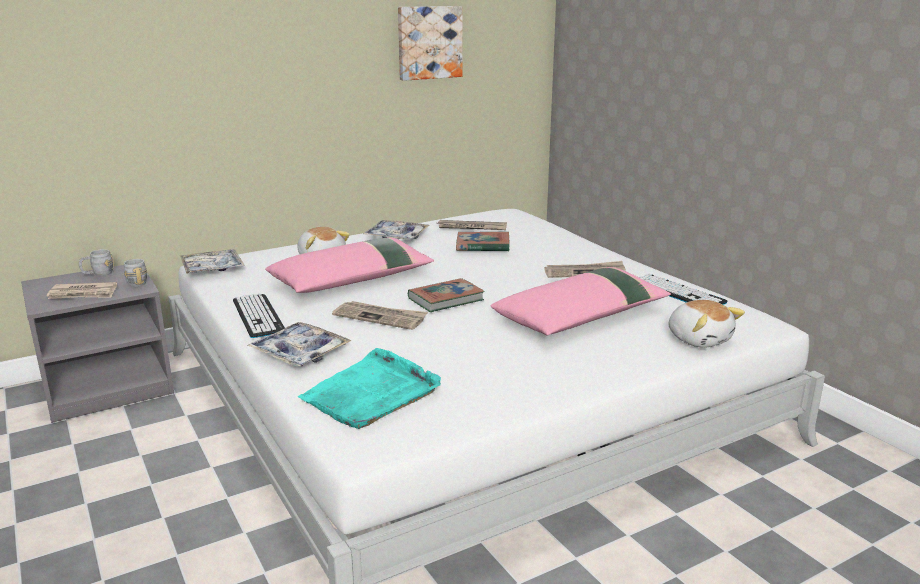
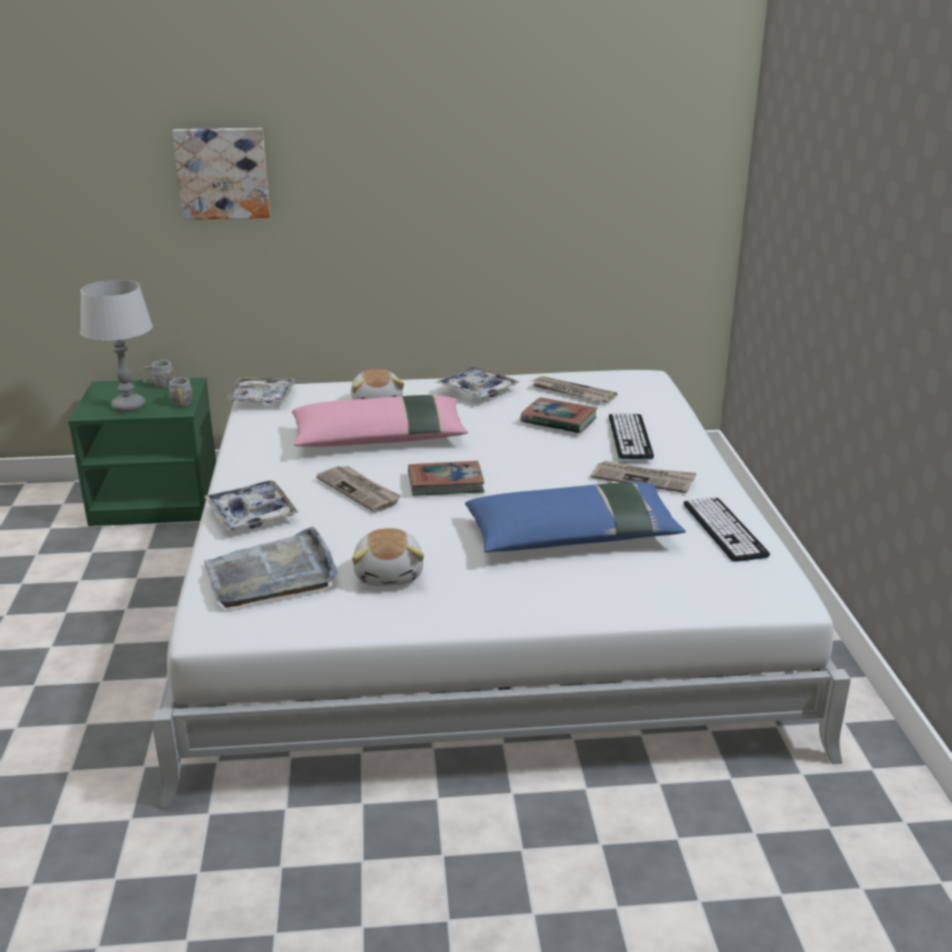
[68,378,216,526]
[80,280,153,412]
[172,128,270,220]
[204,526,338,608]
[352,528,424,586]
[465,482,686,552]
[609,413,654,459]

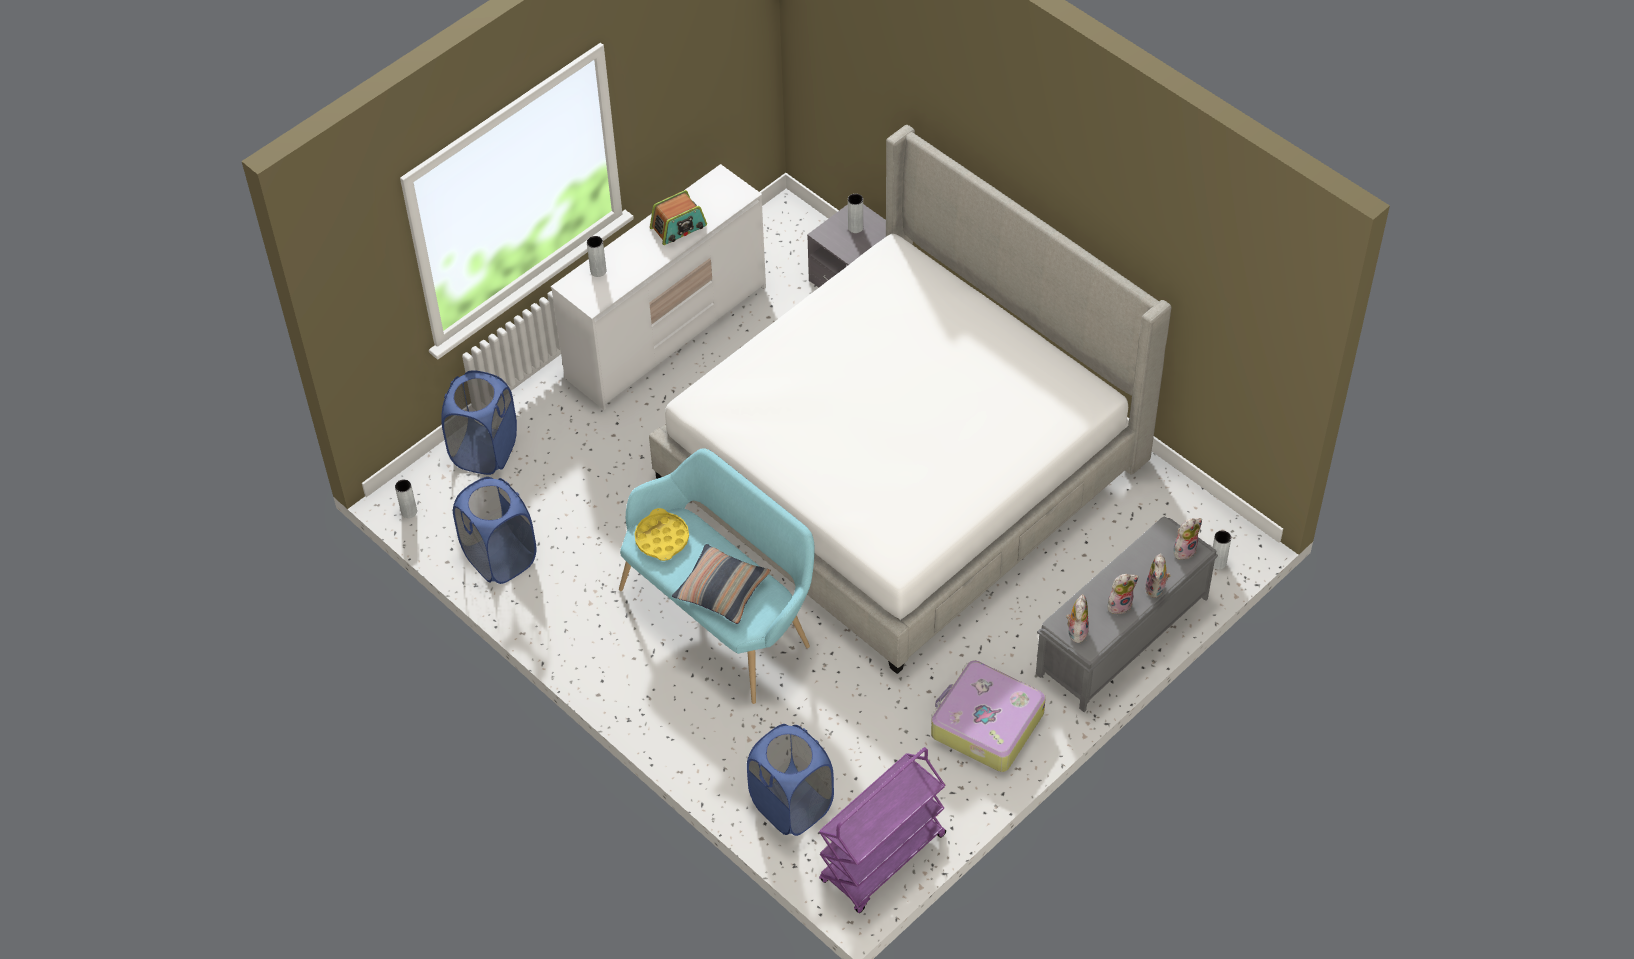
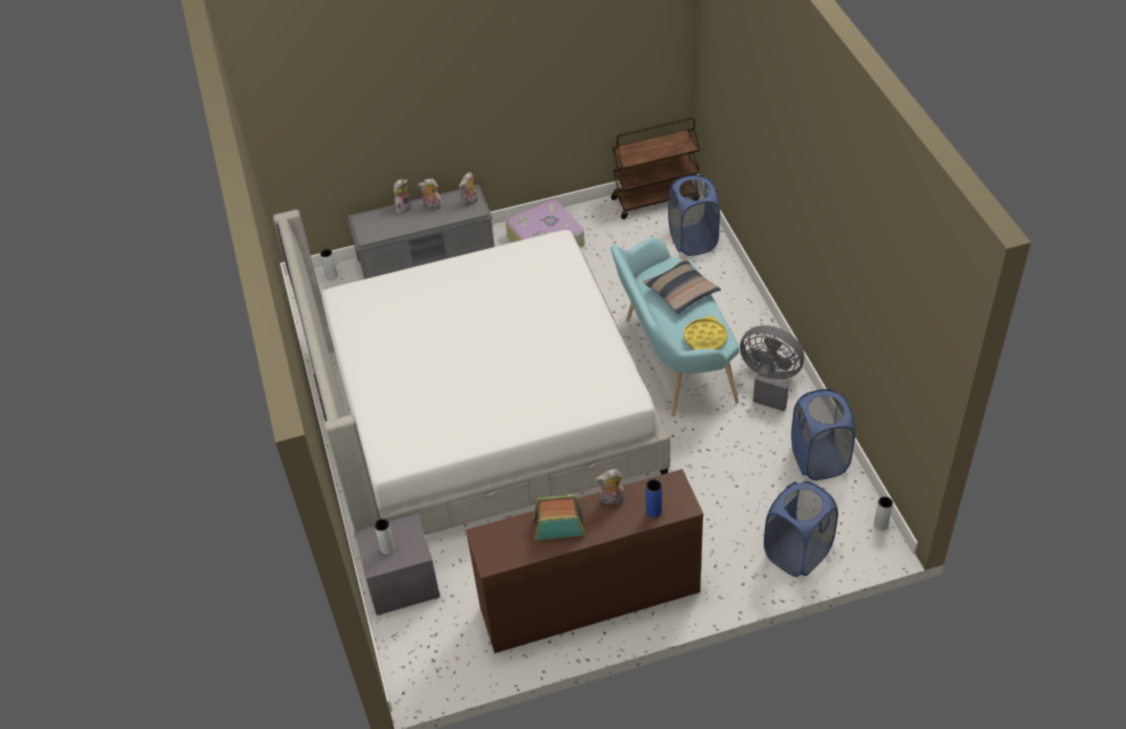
[466,469,704,653]
[595,469,625,505]
[611,117,700,219]
[646,479,662,517]
[740,325,804,411]

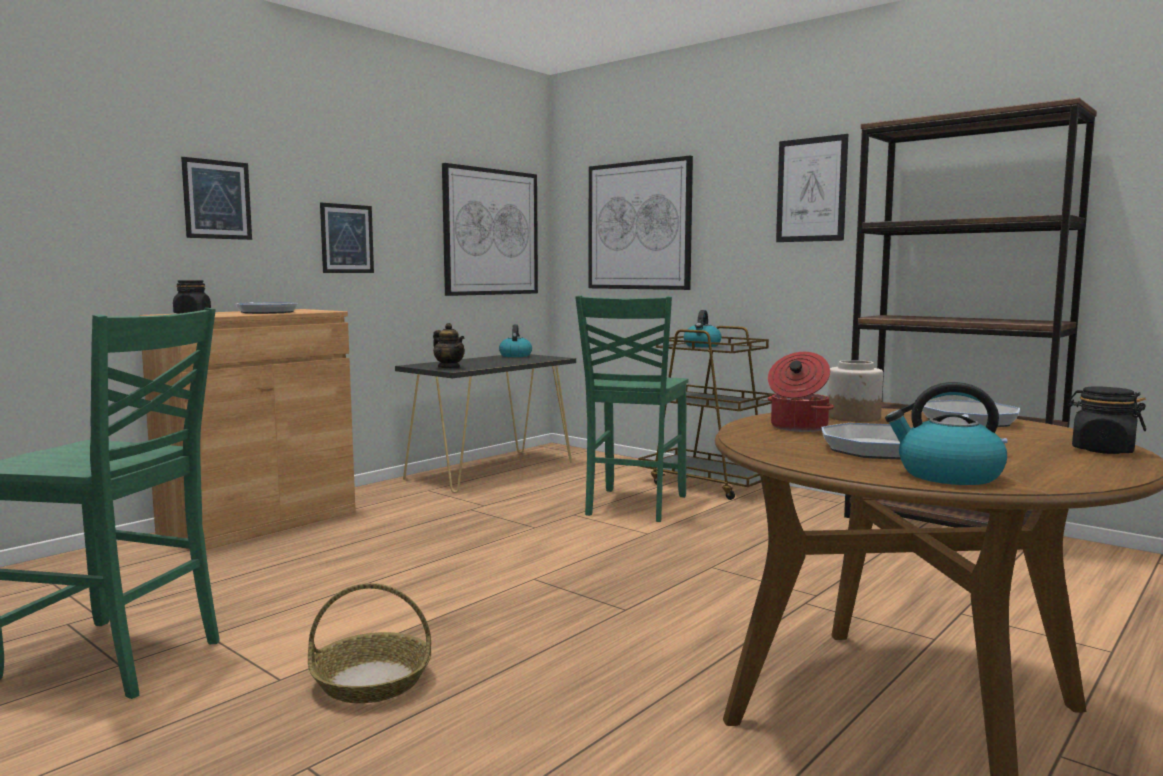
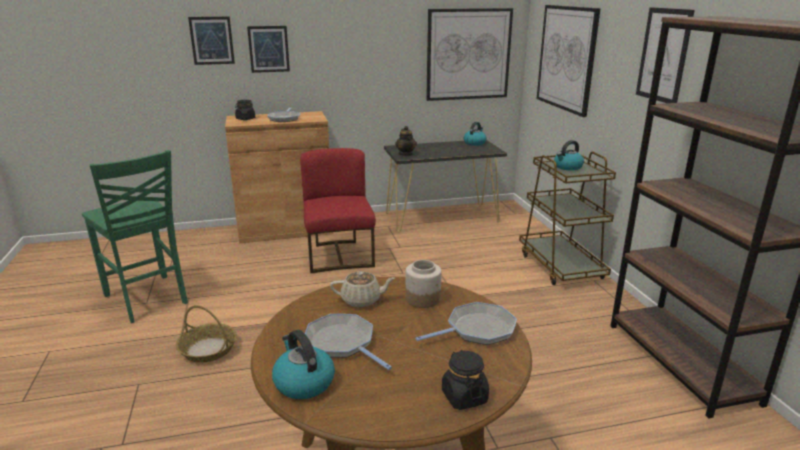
[188,17,235,65]
[300,148,376,273]
[330,271,395,308]
[575,295,688,522] (first image)

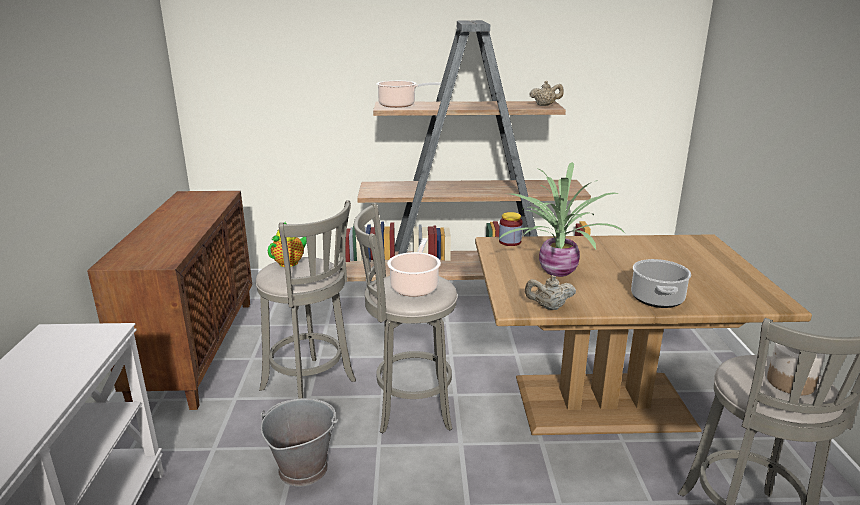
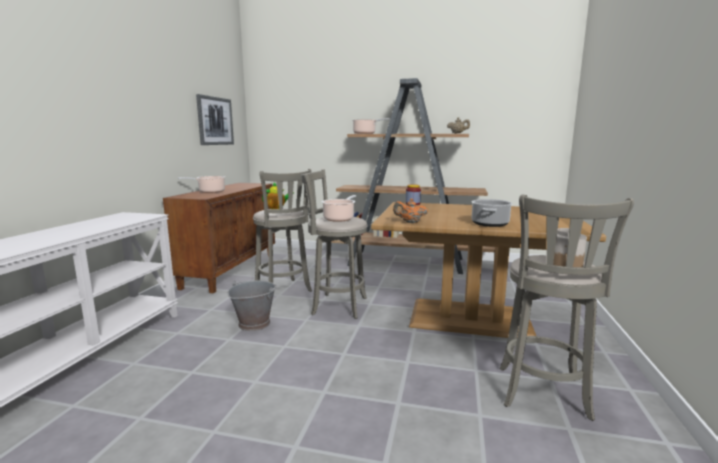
[178,176,225,193]
[196,94,234,145]
[393,199,428,223]
[499,162,626,277] (first image)

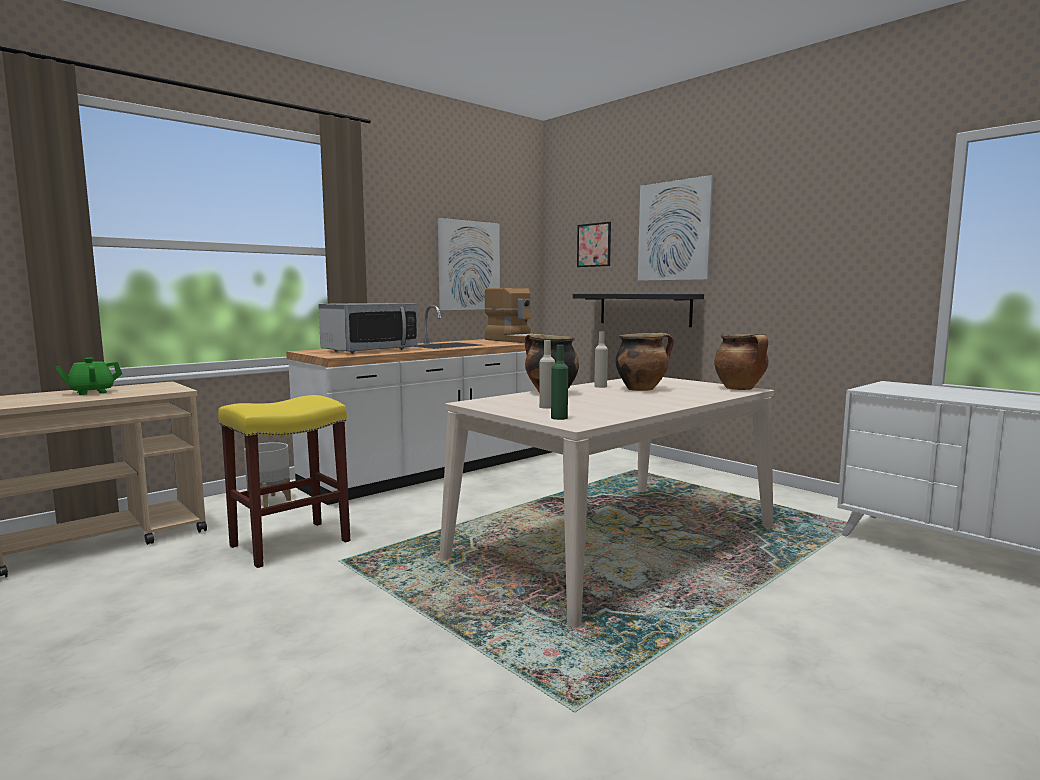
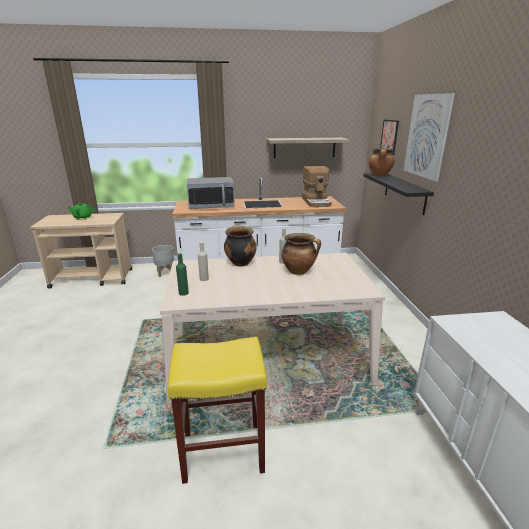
[168,337,267,484]
[267,138,350,158]
[369,148,394,177]

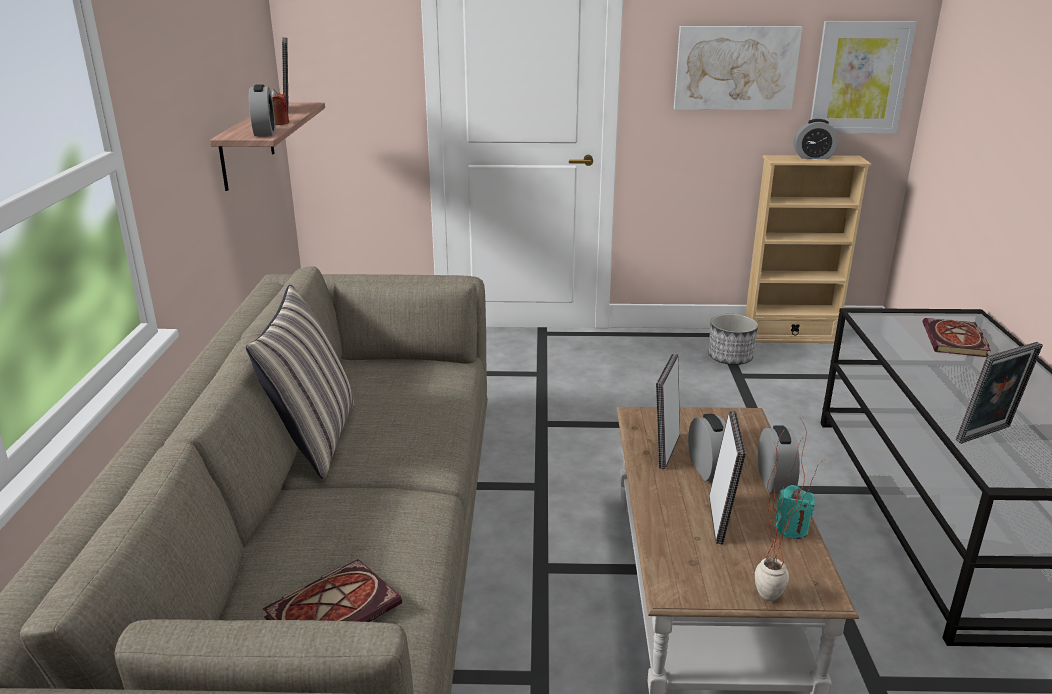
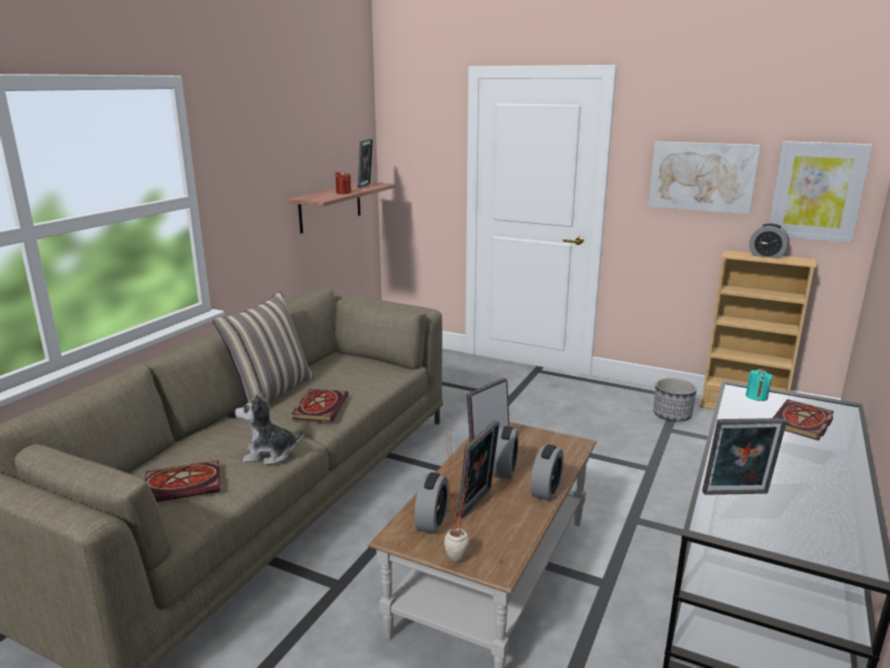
[235,392,305,465]
[292,389,349,421]
[414,472,449,534]
[746,369,773,401]

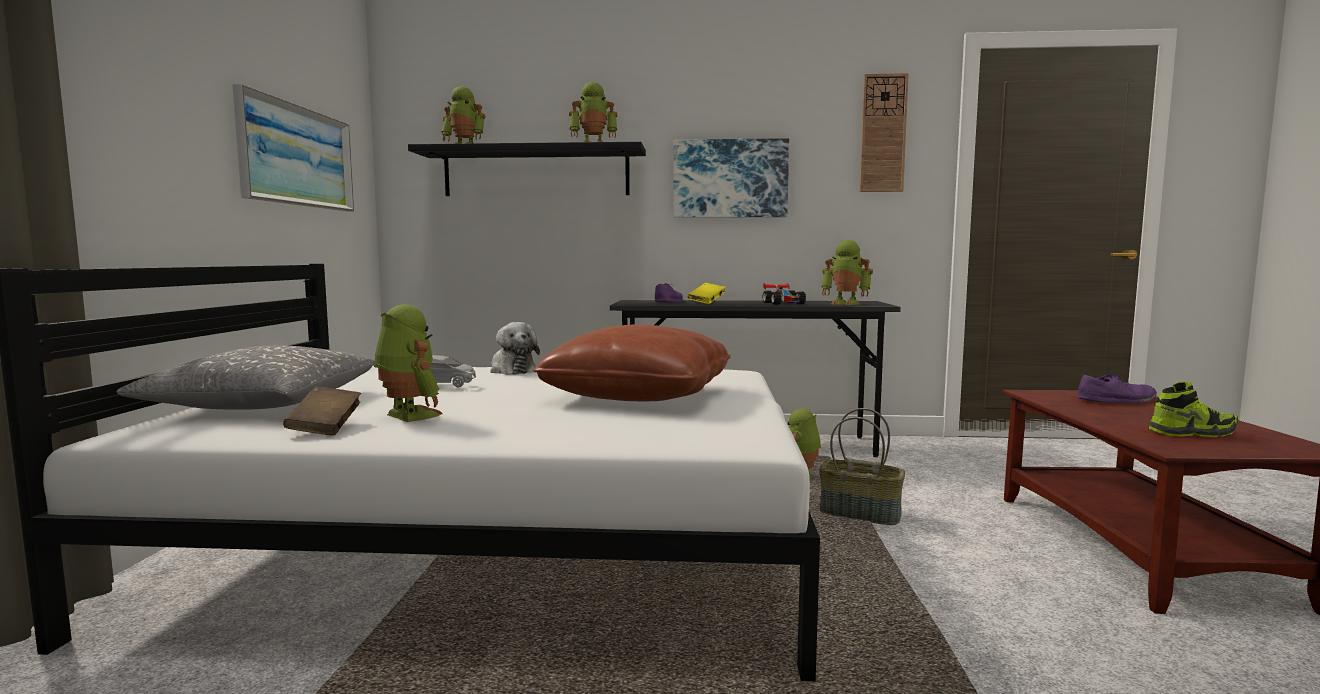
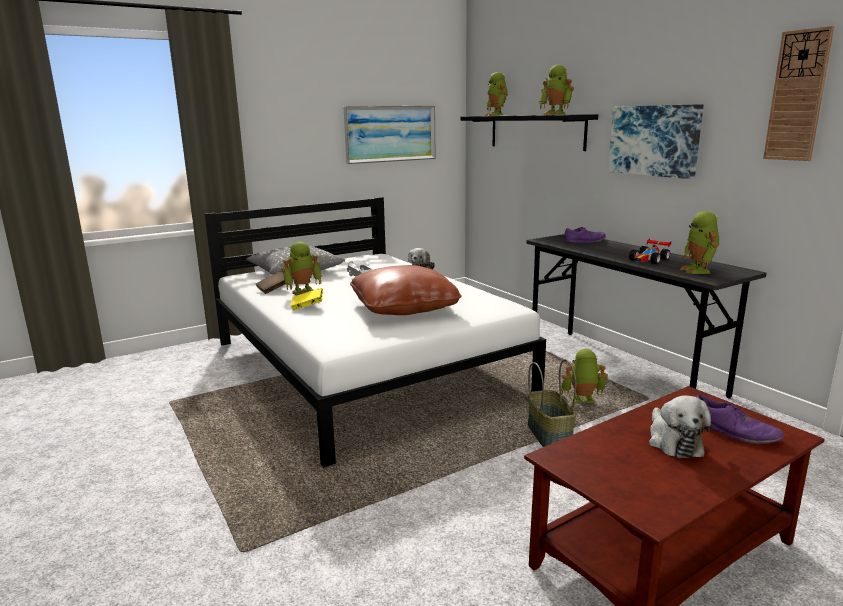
[281,242,322,295]
[290,288,323,310]
[649,395,712,458]
[1149,382,1238,437] (first image)

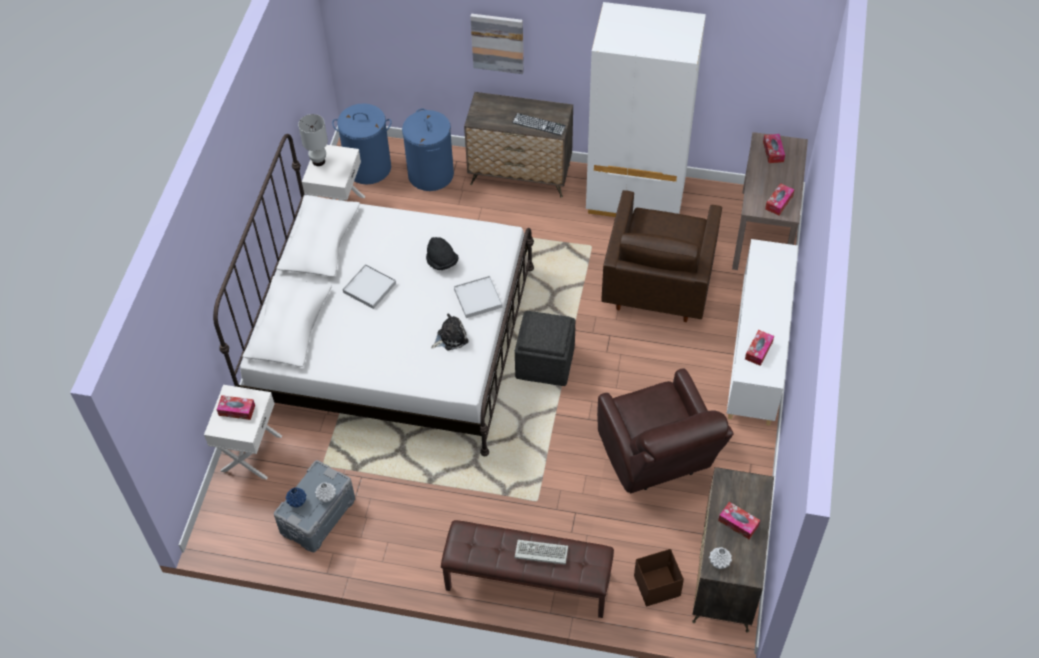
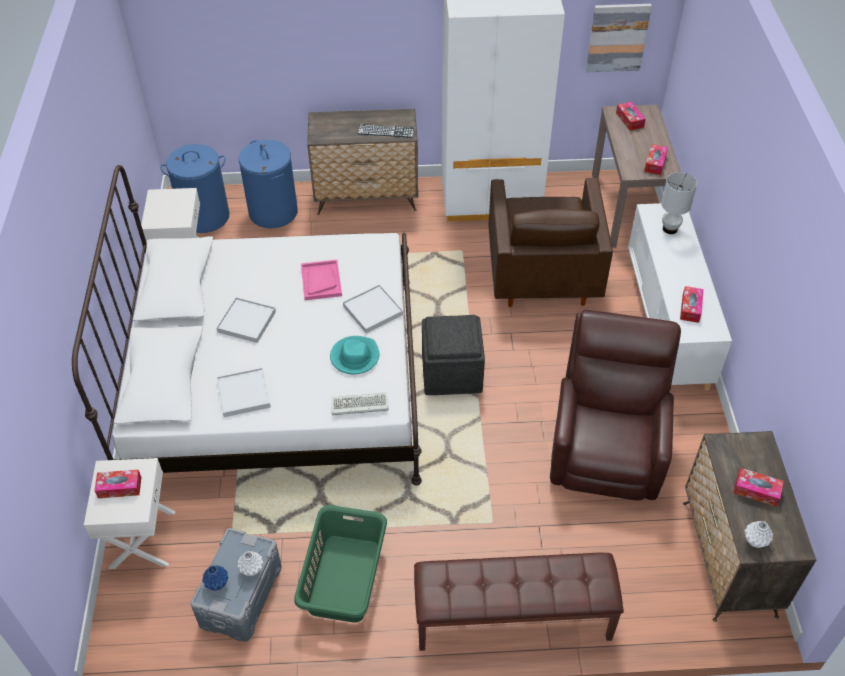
[217,368,271,417]
[294,505,387,623]
[301,260,342,300]
[330,336,379,374]
[331,393,389,415]
[550,310,681,501]
[586,4,652,72]
[661,172,697,234]
[634,549,684,606] (first image)

